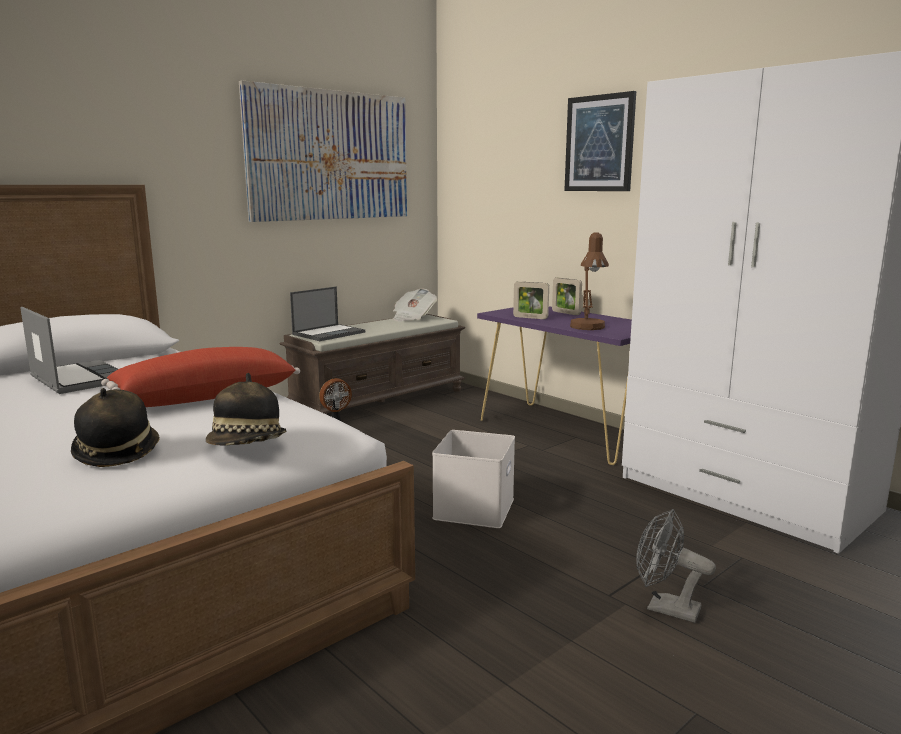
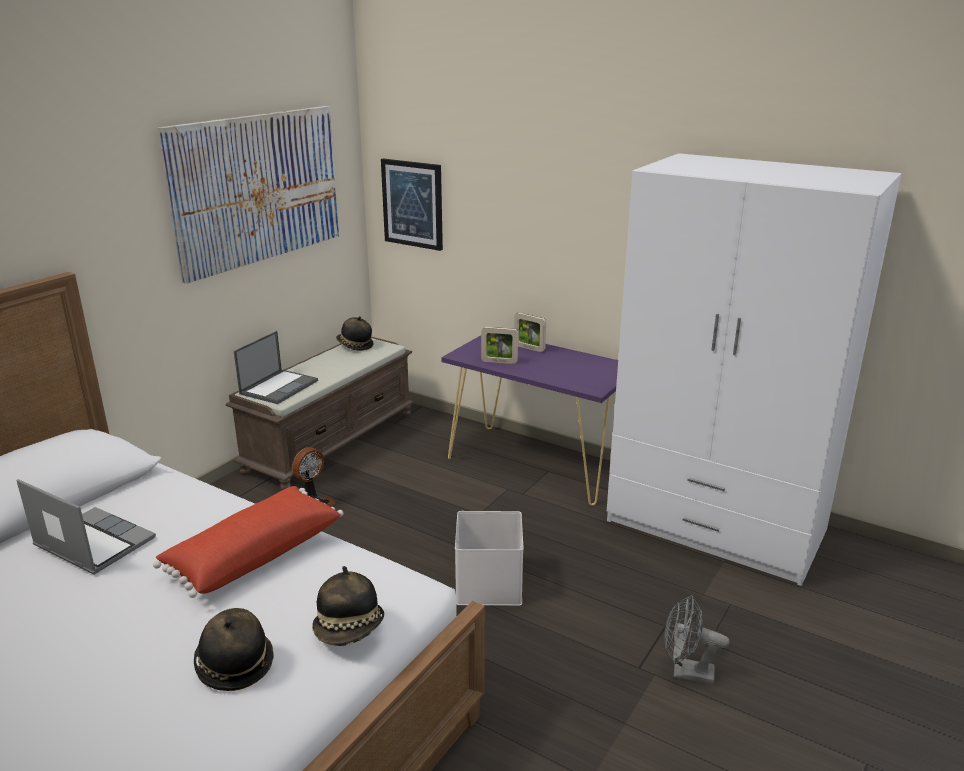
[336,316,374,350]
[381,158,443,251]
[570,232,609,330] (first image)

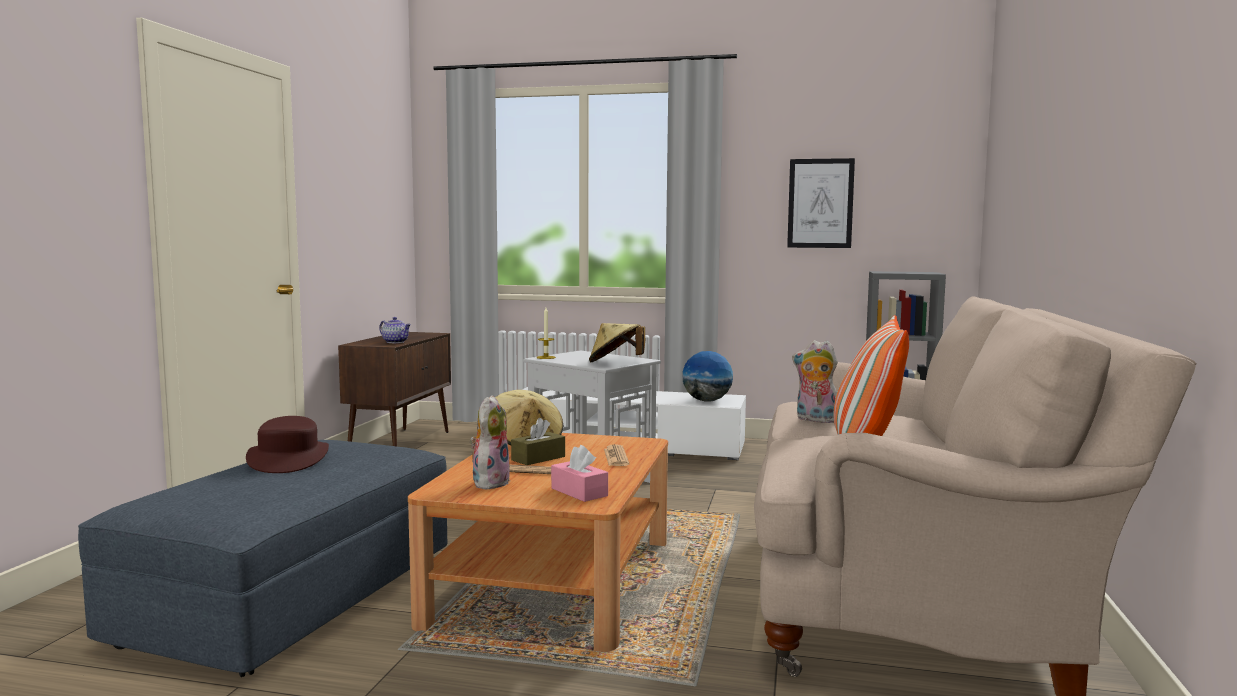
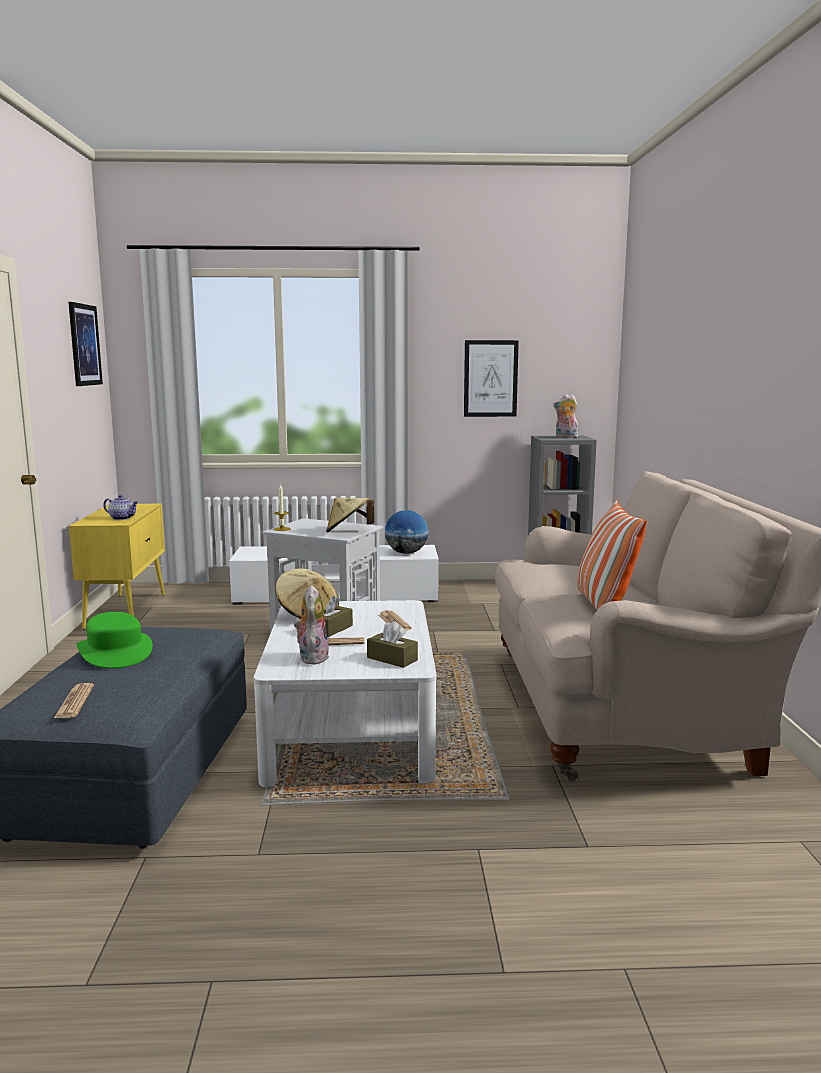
[54,683,94,718]
[68,302,103,386]
[69,504,165,630]
[77,612,153,668]
[254,600,437,788]
[367,621,418,668]
[553,394,578,437]

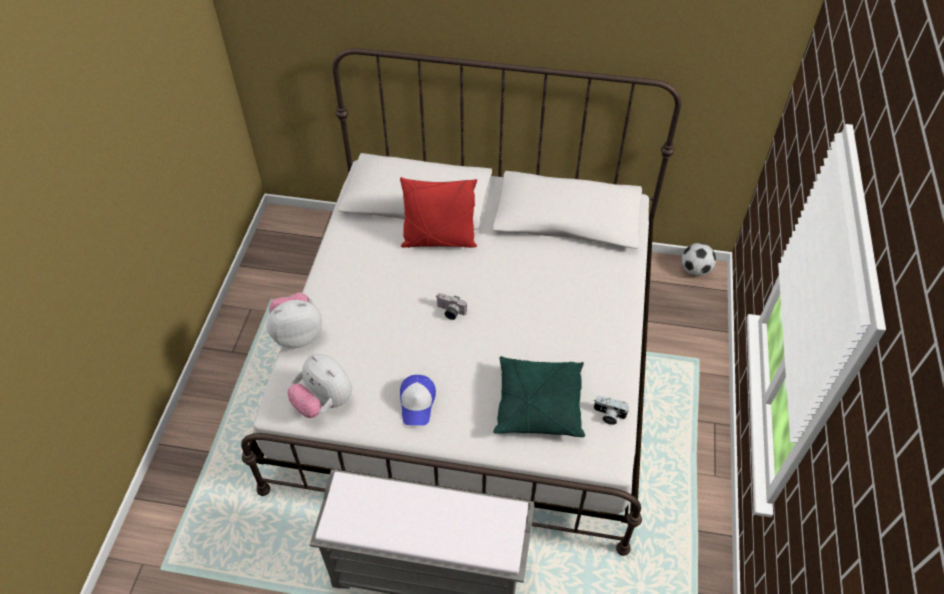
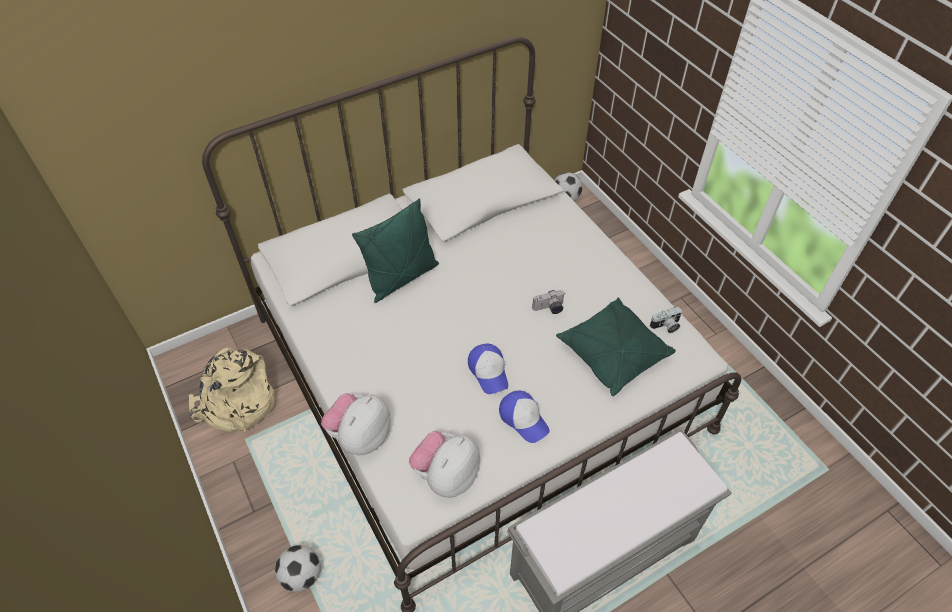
[189,347,275,433]
[275,545,321,592]
[352,199,439,303]
[409,431,480,498]
[468,344,508,394]
[532,290,565,314]

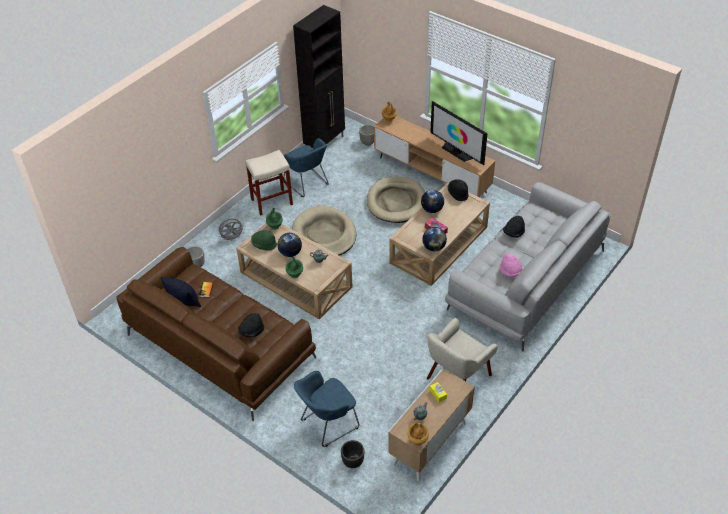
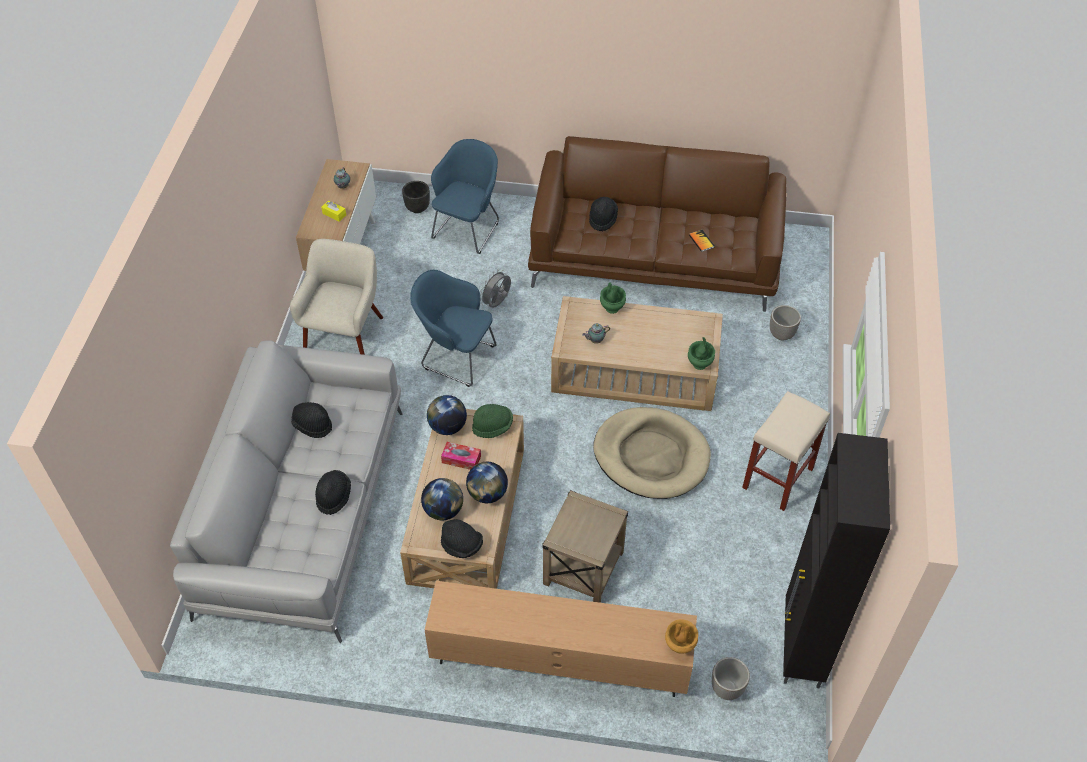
[291,402,332,438]
[410,270,497,387]
[421,478,463,520]
[472,404,513,438]
[480,269,511,308]
[542,490,628,603]
[160,276,201,307] (first image)
[407,423,429,446] (first image)
[430,101,488,165] (first image)

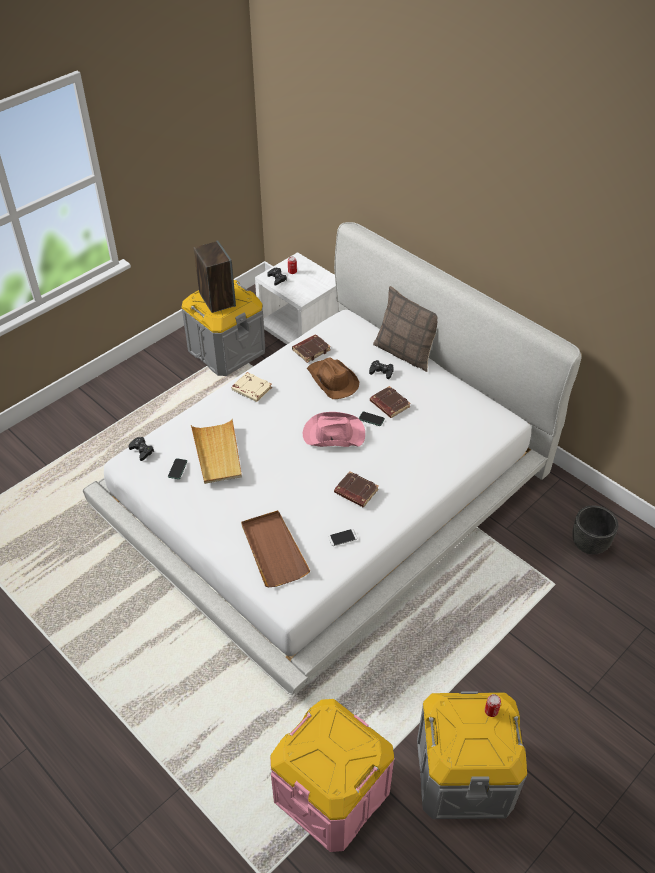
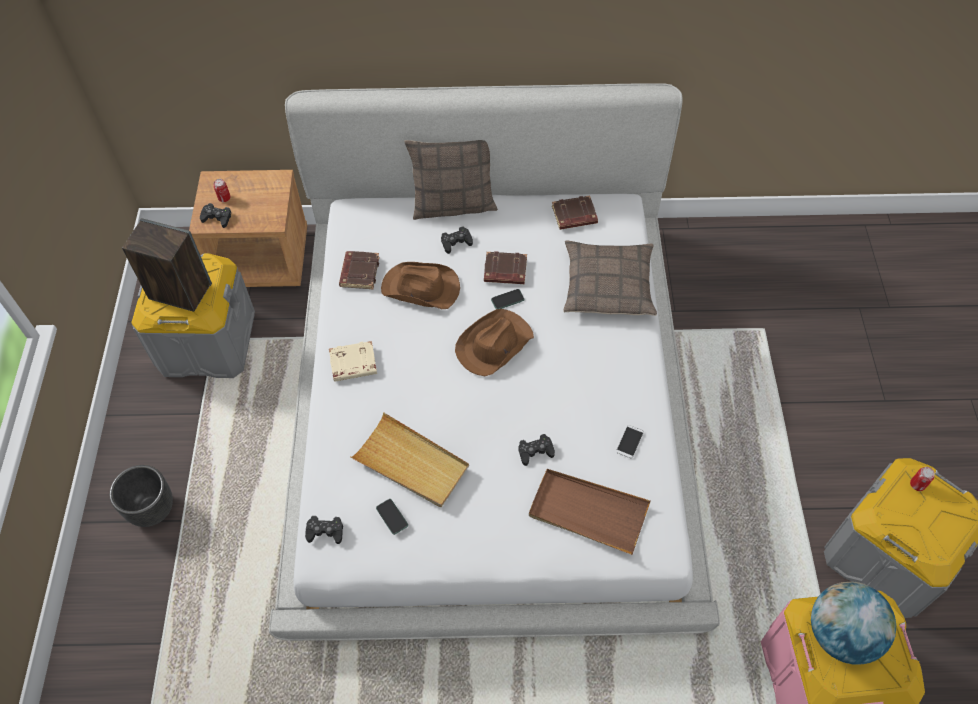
[110,465,173,527]
[189,170,307,287]
[455,309,534,376]
[518,434,555,466]
[552,196,598,230]
[563,240,657,316]
[811,582,896,665]

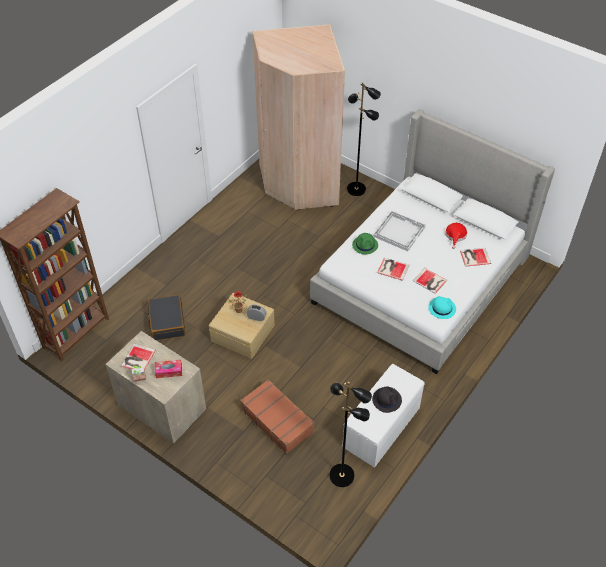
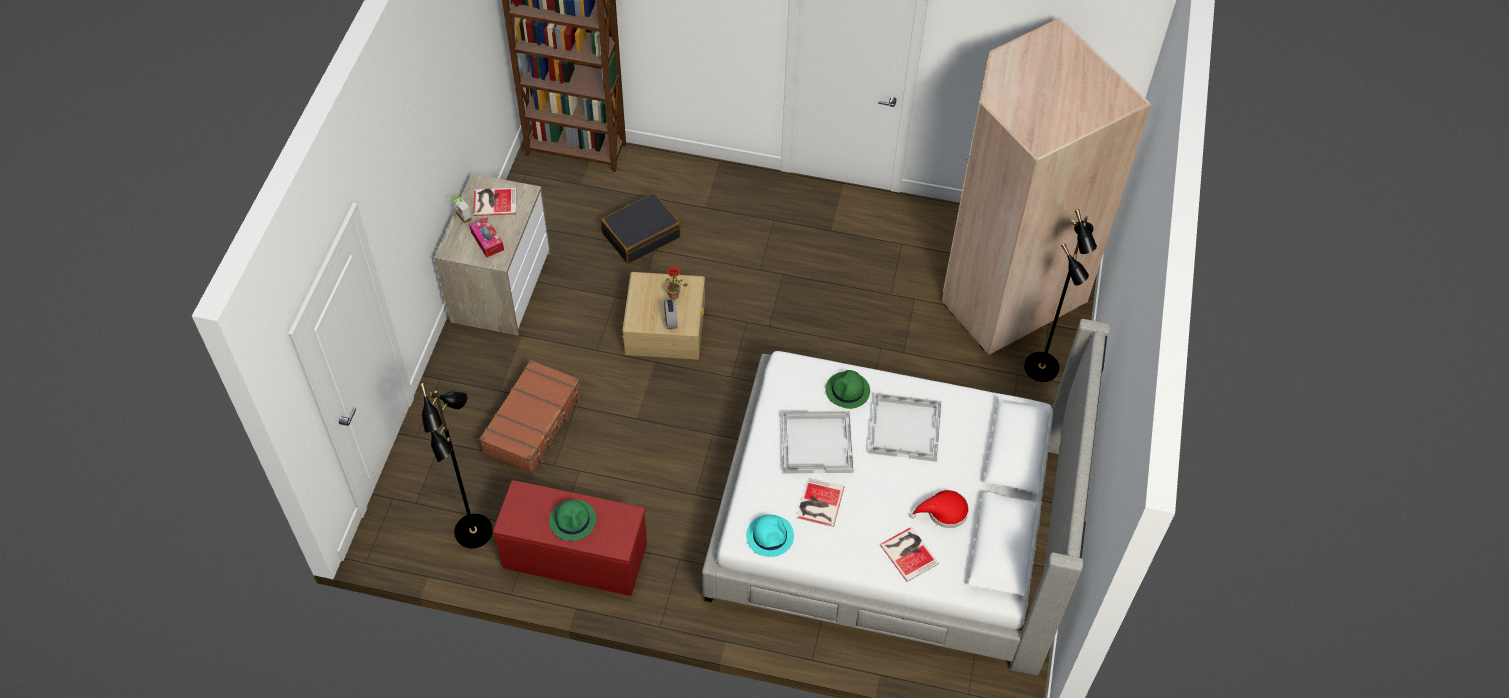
[493,480,647,596]
[549,500,596,541]
[782,411,854,473]

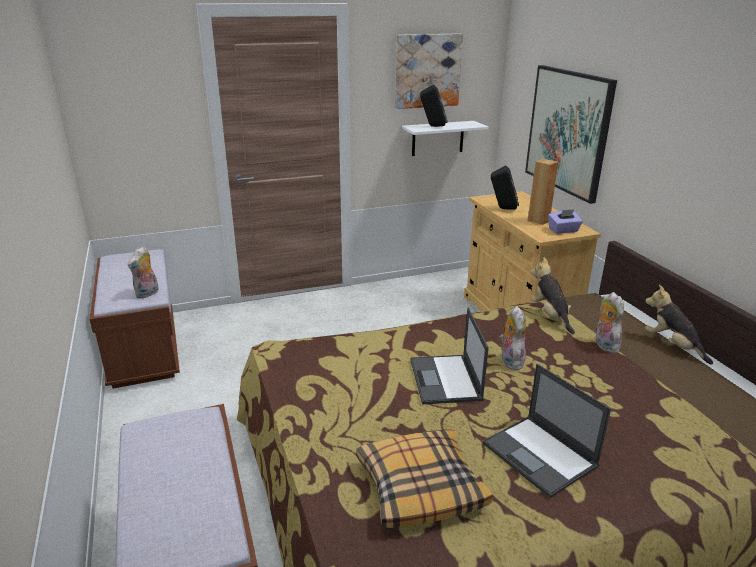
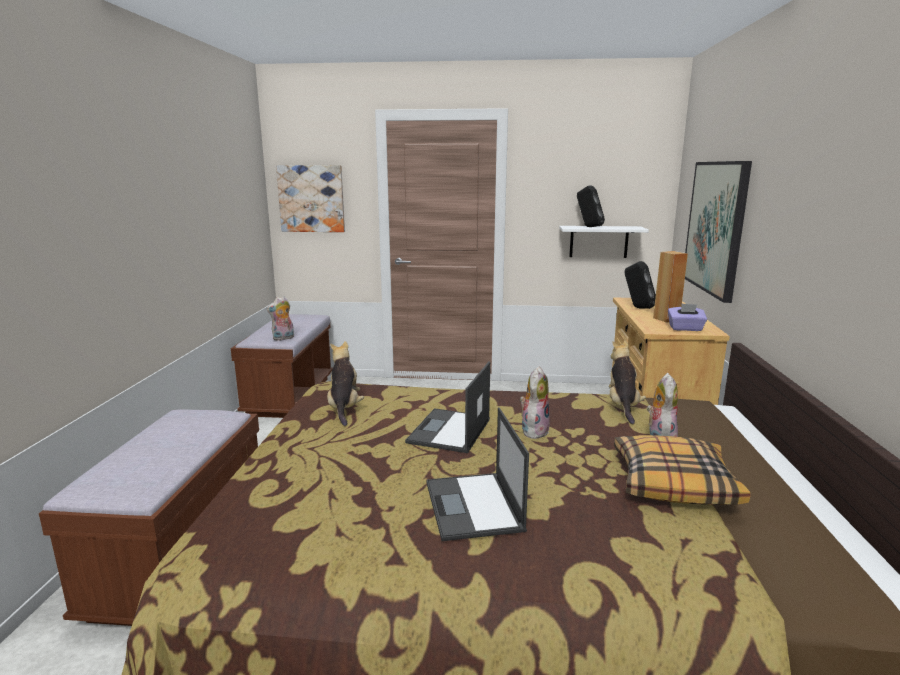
[276,165,345,232]
[327,341,364,426]
[614,435,750,505]

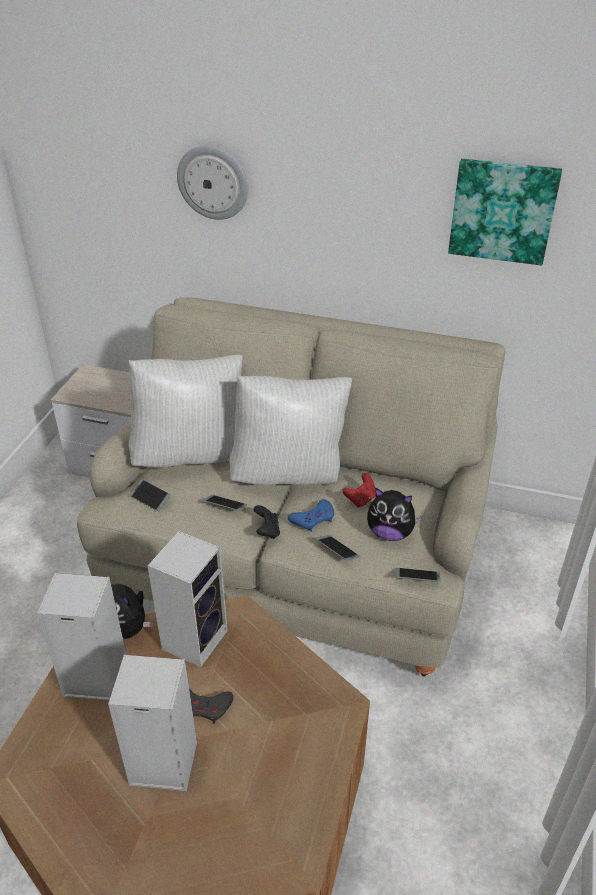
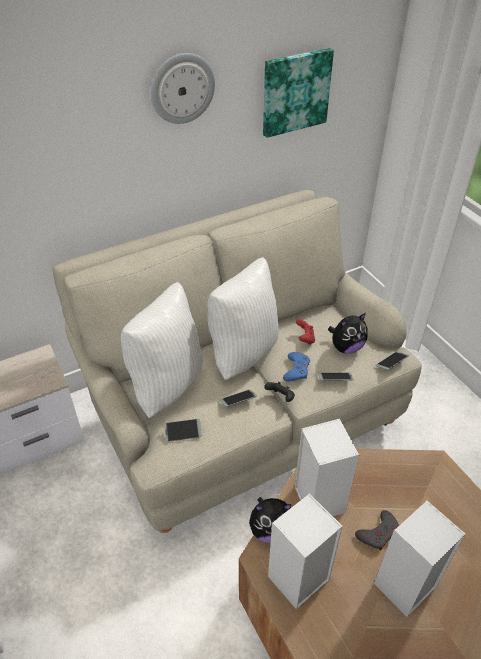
[151,53,215,124]

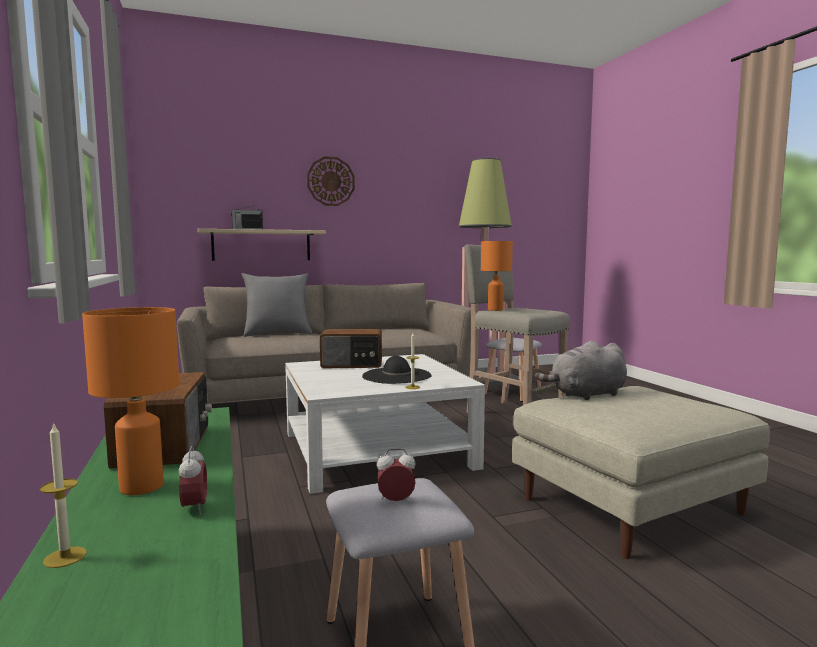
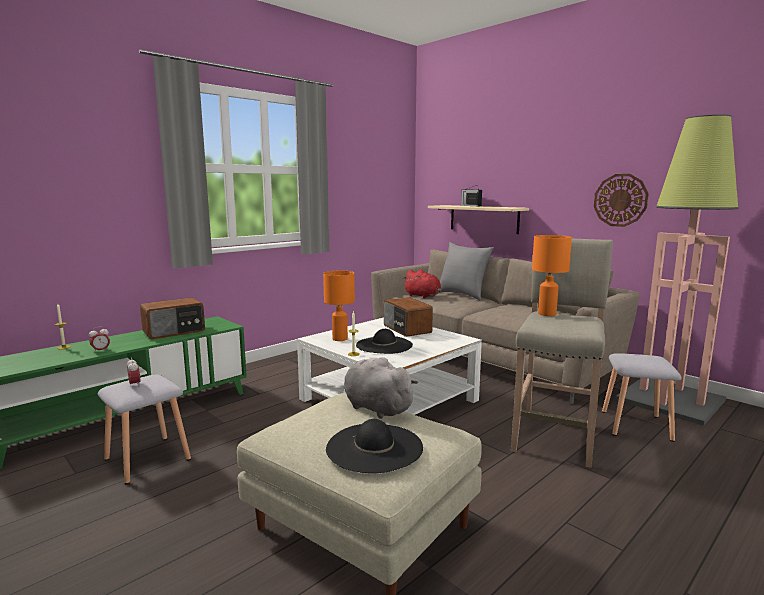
[323,270,355,341]
[326,419,423,473]
[404,270,442,299]
[594,174,649,227]

